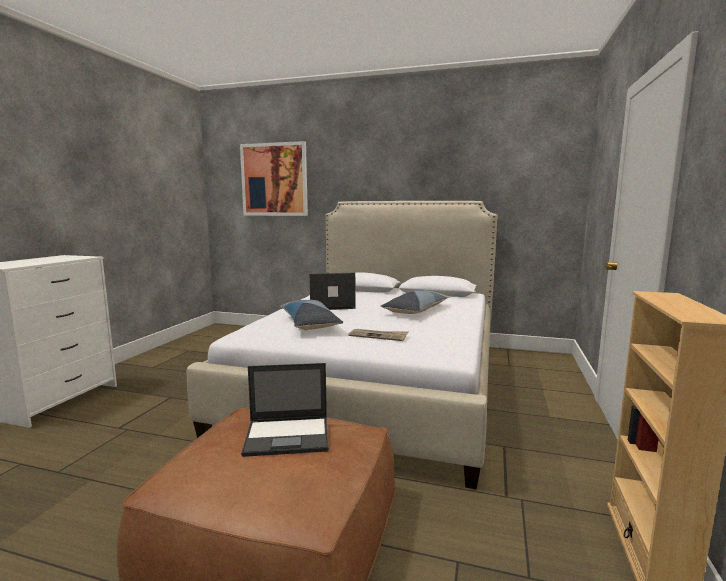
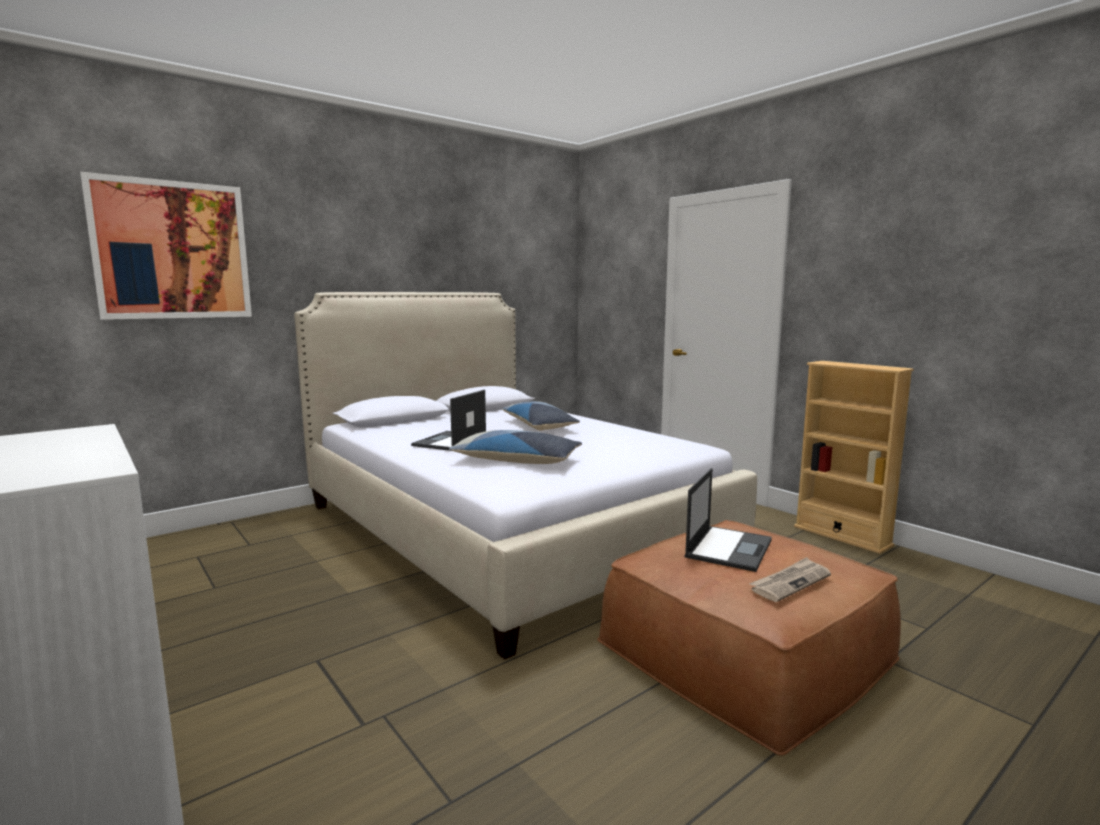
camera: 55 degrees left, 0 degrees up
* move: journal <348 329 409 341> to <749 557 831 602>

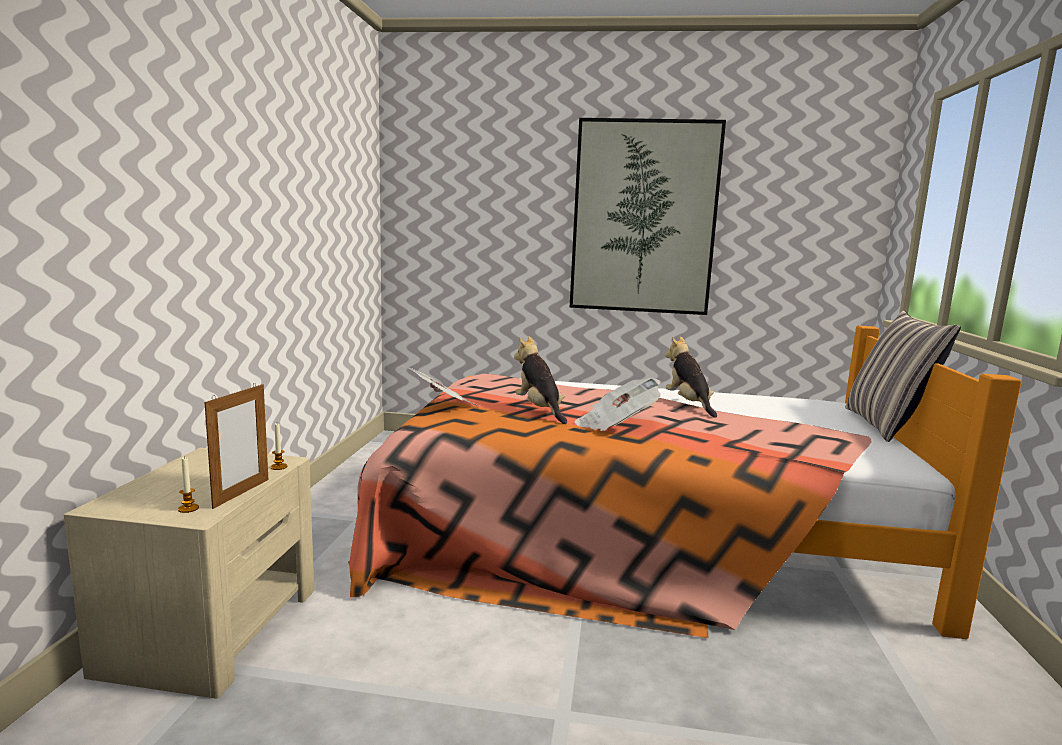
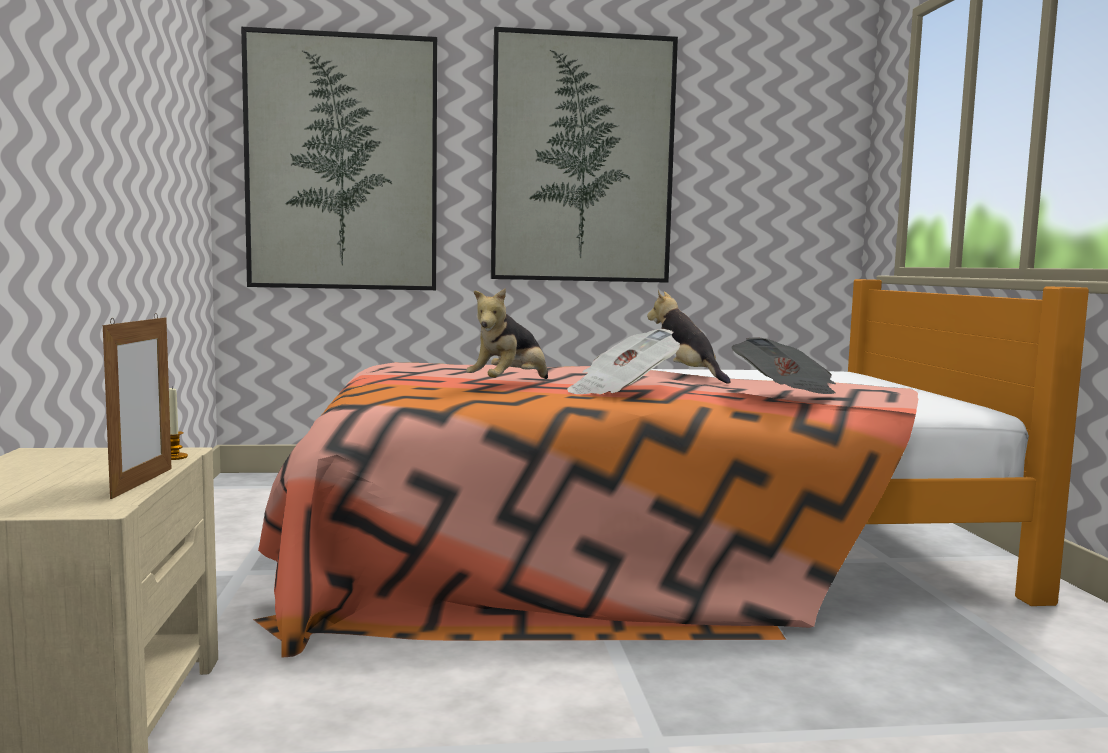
camera: 15 degrees left, 5 degrees down
* delete: bougie <178 456 199 513>
* move: journal <401 365 479 406> to <732 338 836 394>
* rotate: peluche <514 336 567 424> = <466 288 548 379> 105 degrees counterclockwise
* delete: coussin <845 310 961 442>
* insert: tableau <241 27 437 290>

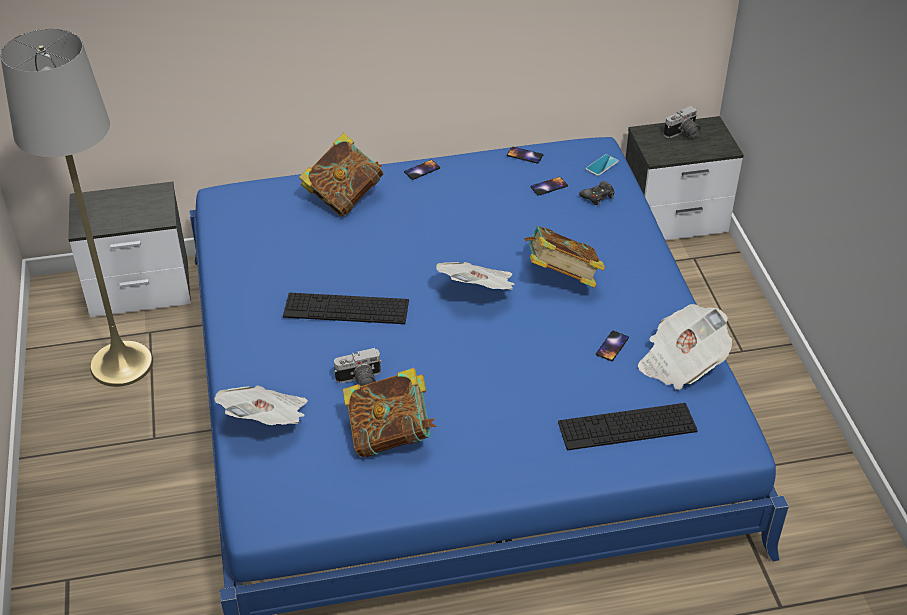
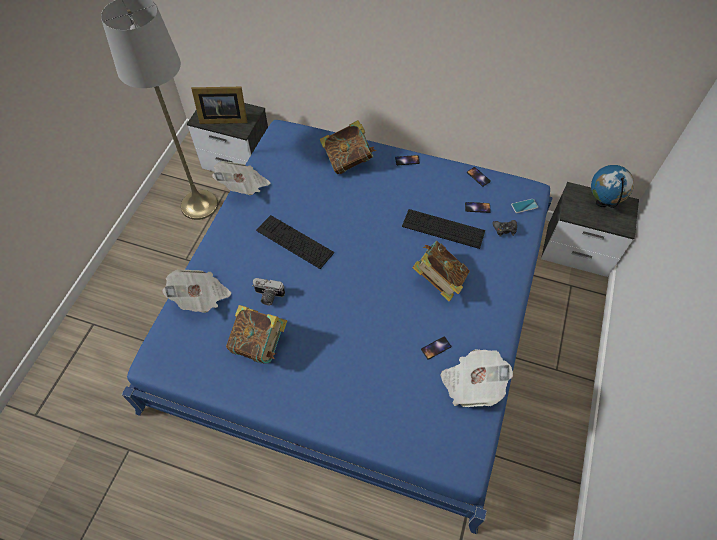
camera: 30 degrees right, 15 degrees up
* move: journal <436 262 514 290> to <212 161 270 195>
* move: clavier <558 403 698 450> to <402 209 485 249>
* replace: appareil photo <664 106 701 138> to globe <591 165 634 208>
* insert: cadre photo <191 87 247 124>

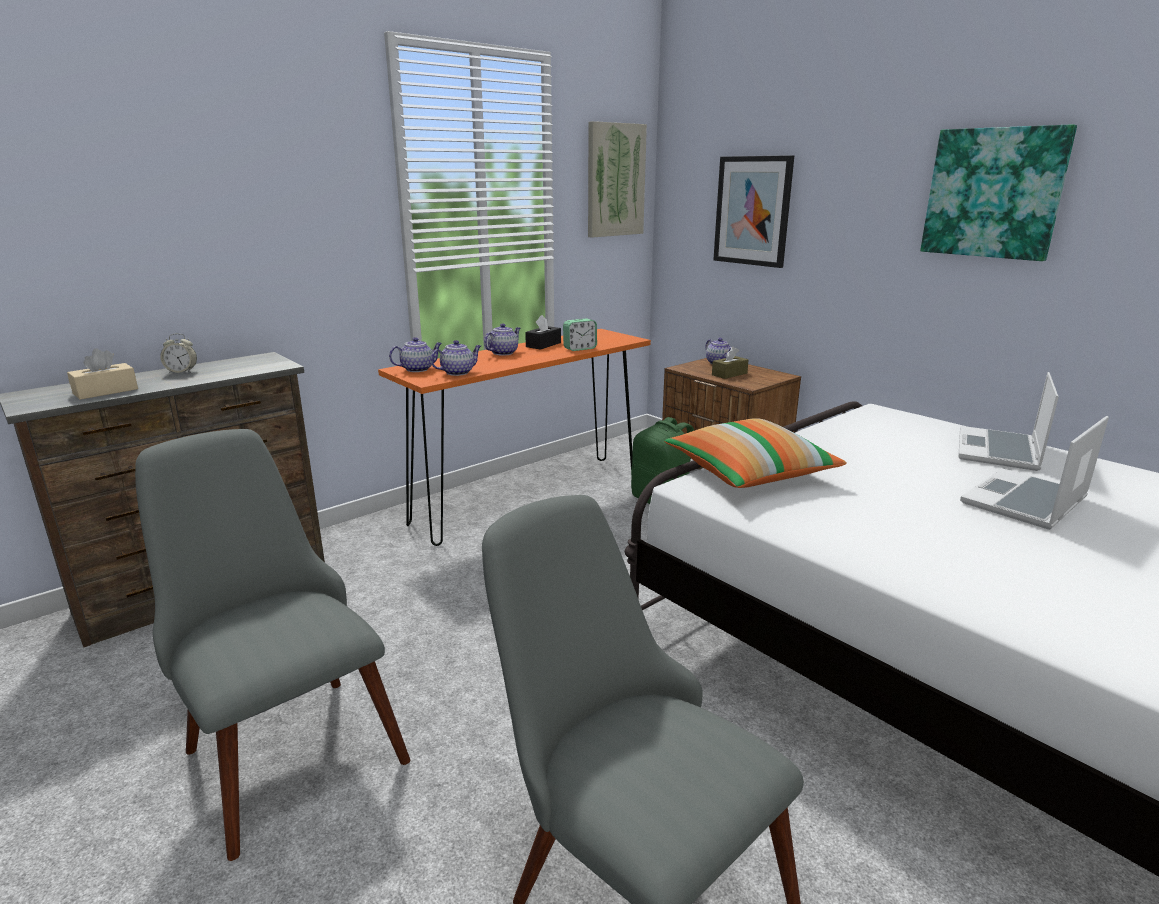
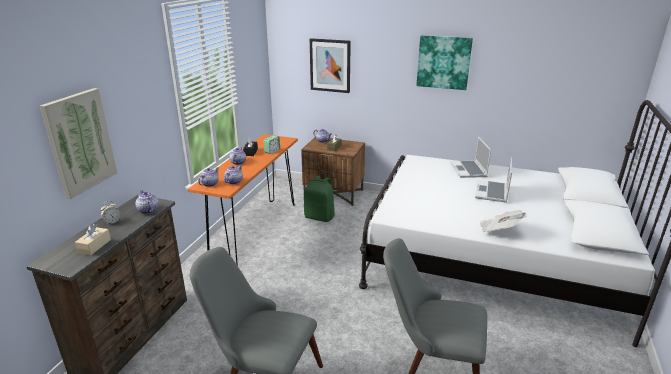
camera: 30 degrees left, 5 degrees up
* move: tableau <588 121 647 238> to <40 88 117 199>
* delete: coussin <664 418 847 488>
* insert: théière <136 190 159 214>
* insert: journal <480 210 527 232>

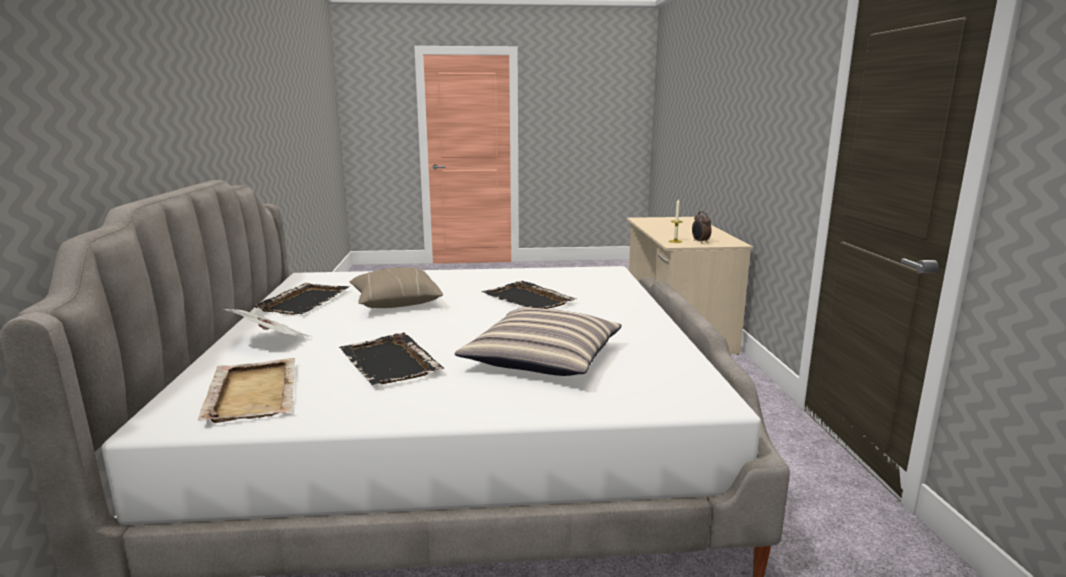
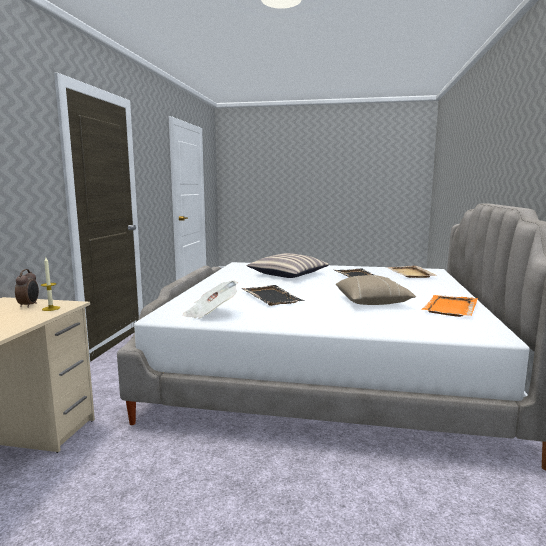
camera: 165 degrees left, 5 degrees down
* move: journal <223 309 310 337> to <183 281 238 319>
* recolor: plateau [noir] <253 283 349 315> to plateau [orange] <421 295 478 317>

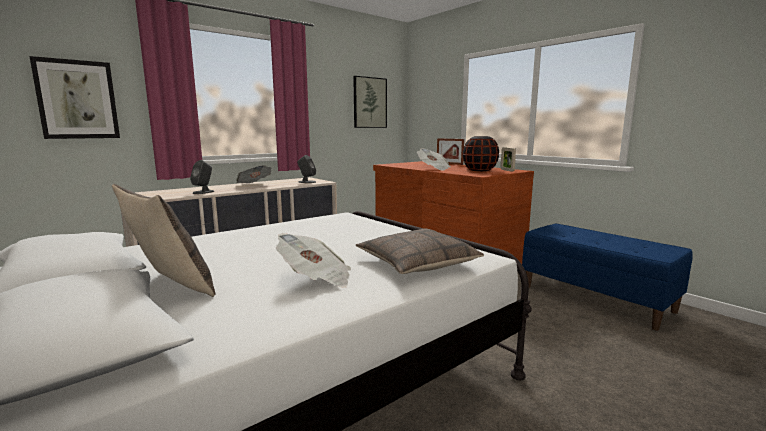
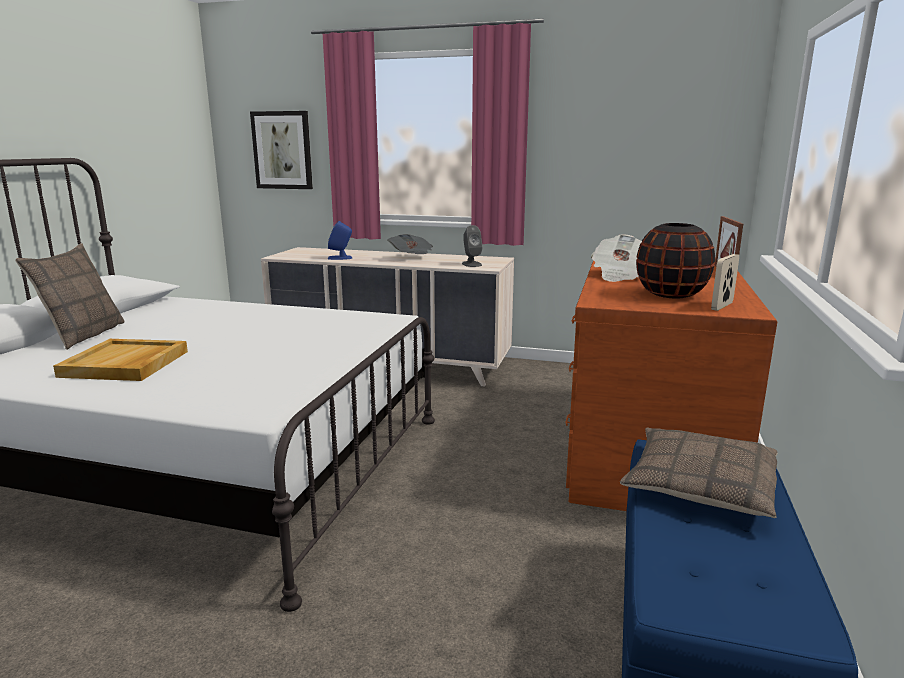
camera: 55 degrees right, 5 degrees up
* recolor: enceinte [gris] <190 160 215 194> to enceinte [bleu] <328 221 352 260>
* replace: journal <276 233 351 288> to plateau [beige] <53 339 188 381>
* delete: tableau <353 76 387 128>
* move: coussin <356 229 484 274> to <620 427 778 518>

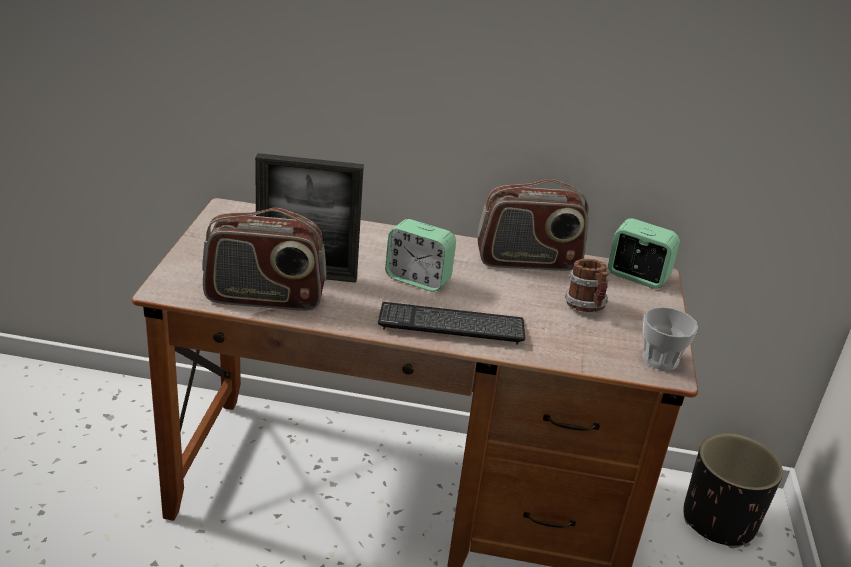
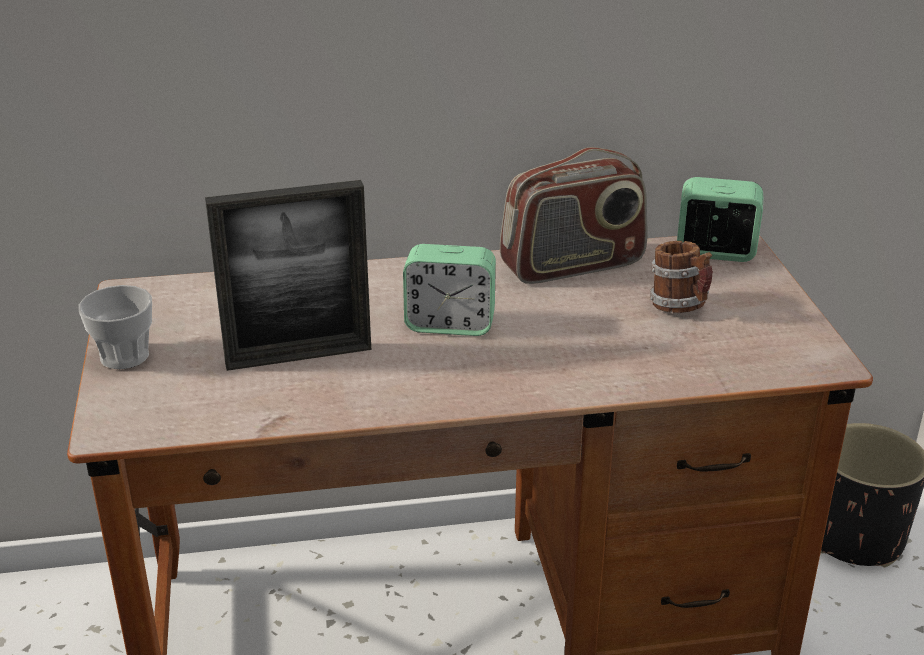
camera: 15 degrees left, 0 degrees up
* delete: radio <202 208 327 310>
* delete: clavier <378 302 525 345>
* move: tasse <643 307 698 370> to <79 285 152 369>

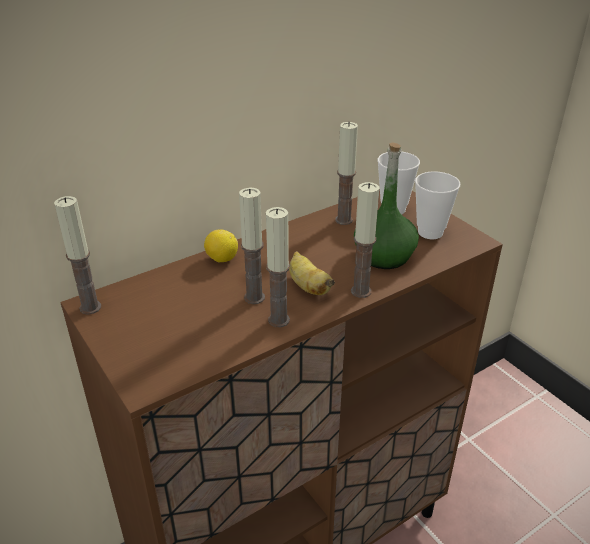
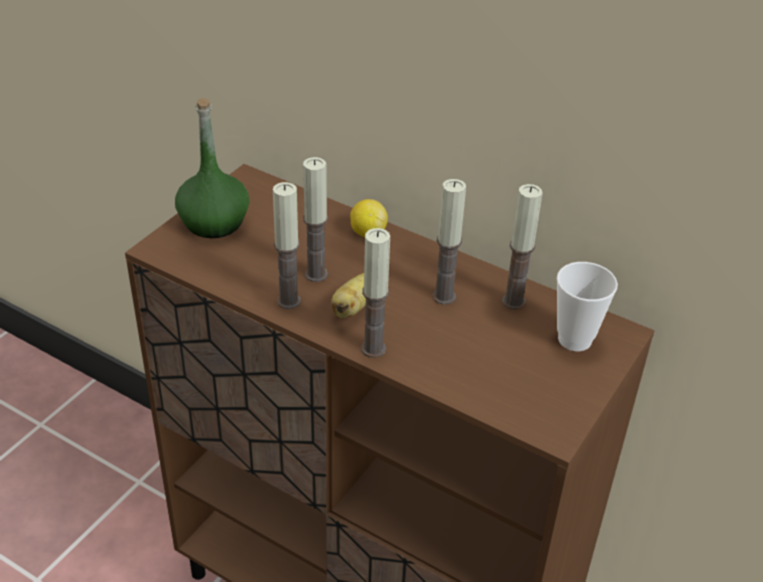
camera: 65 degrees right, 5 degrees up
* move: bougie <54 196 101 315> to <432 179 466 305>
* move: bouteille [vert] <354 142 419 269> to <175 98 249 238>
* delete: tasse <415 172 461 239>

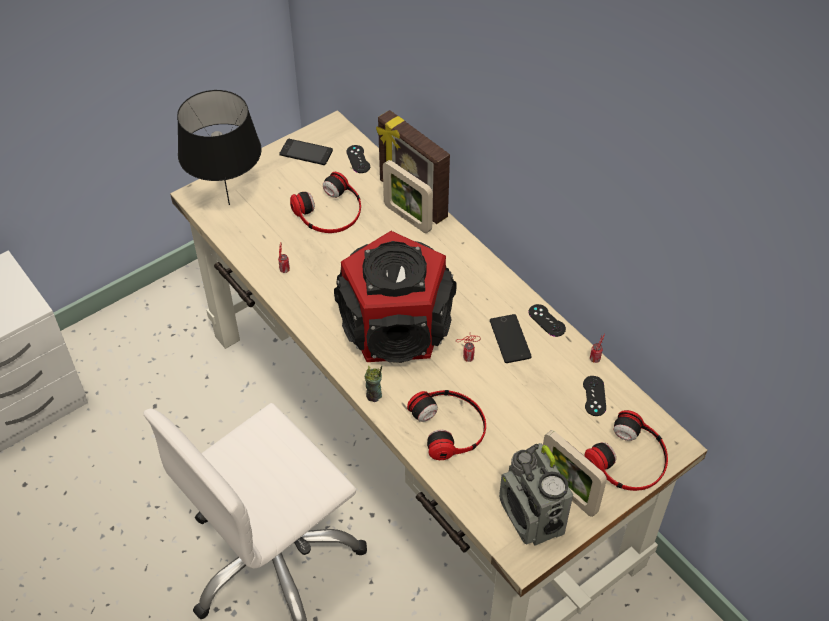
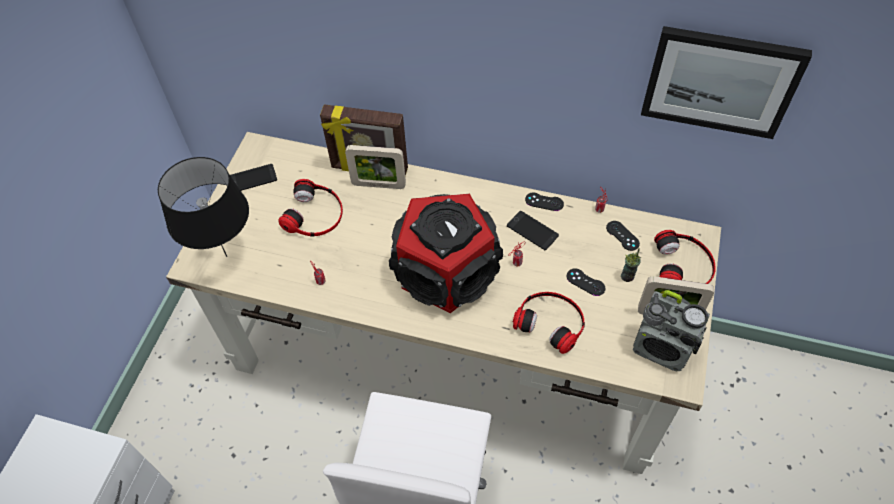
camera: 35 degrees left, 5 degrees up
* move: manette [noir] <346 145 370 173> to <567 268 606 296>
* move: tasse <365 366 382 402> to <621 248 642 282>
* insert: tableau <641 26 812 139>

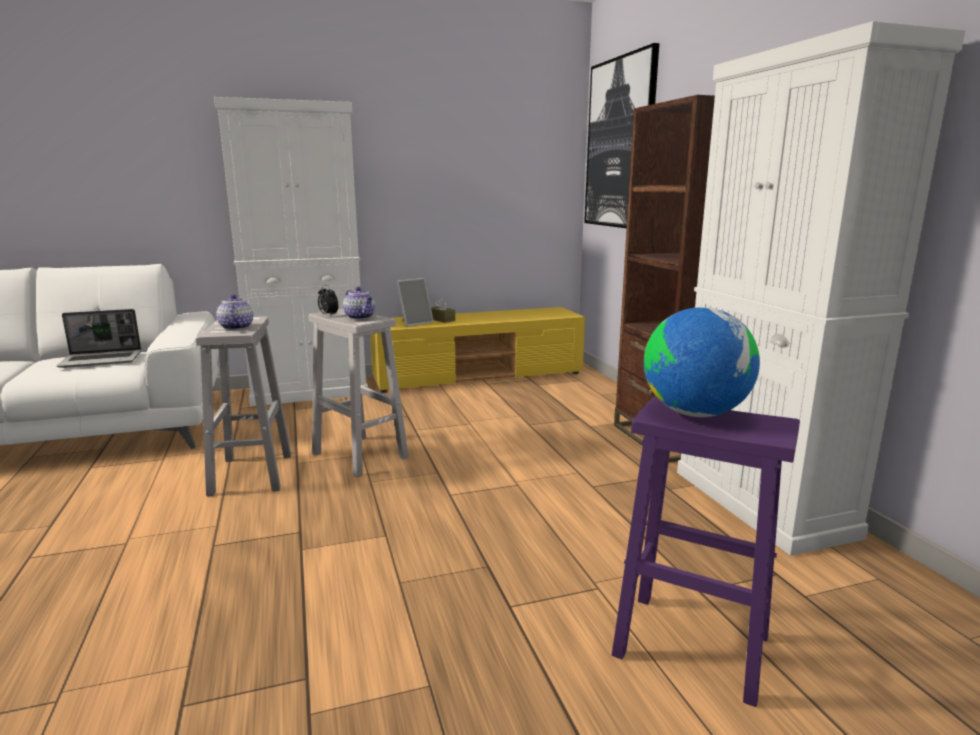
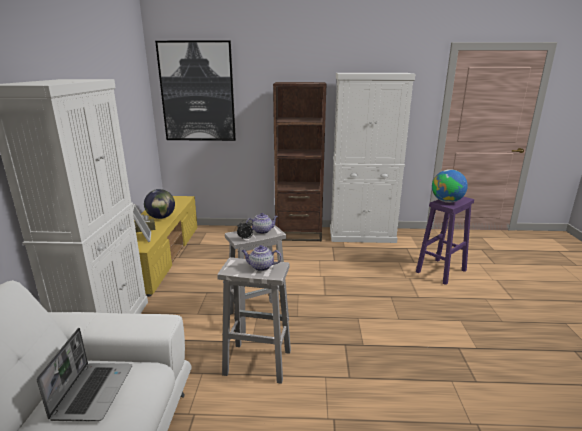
camera: 70 degrees left, 5 degrees up
* insert: globe <144 189 175 219>

